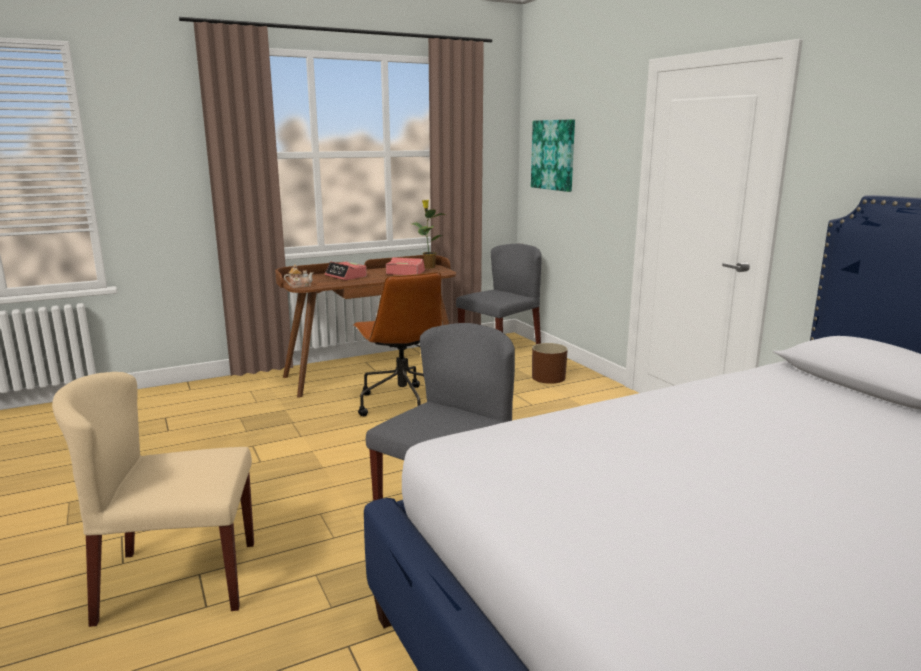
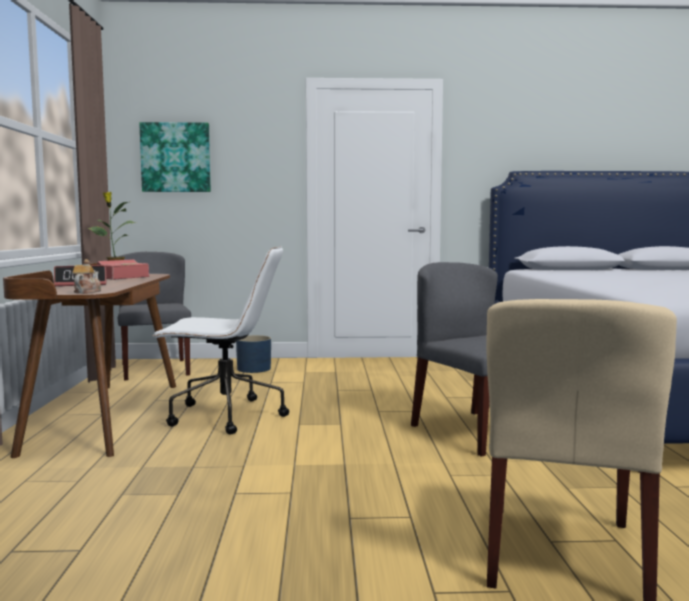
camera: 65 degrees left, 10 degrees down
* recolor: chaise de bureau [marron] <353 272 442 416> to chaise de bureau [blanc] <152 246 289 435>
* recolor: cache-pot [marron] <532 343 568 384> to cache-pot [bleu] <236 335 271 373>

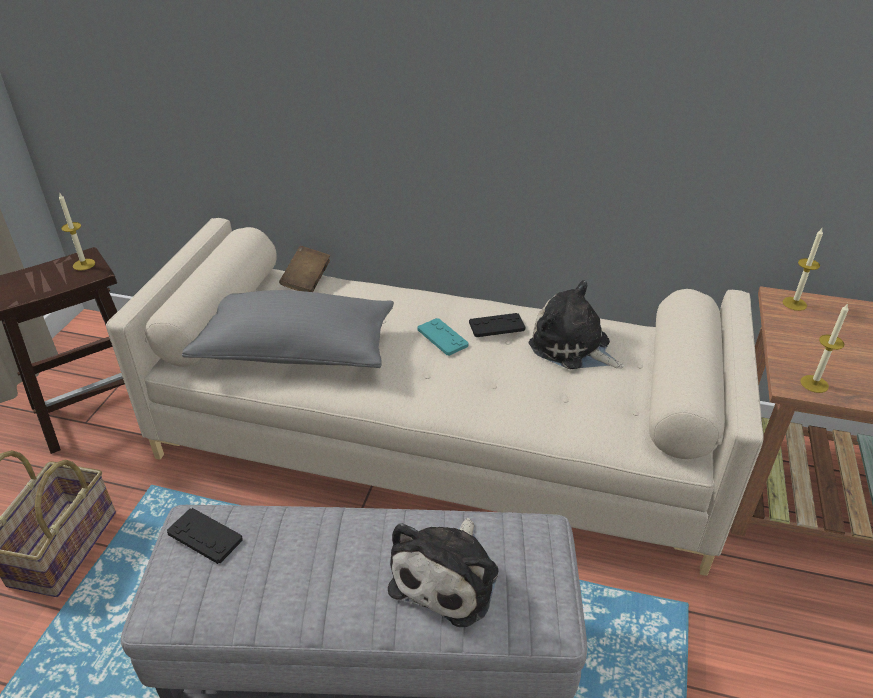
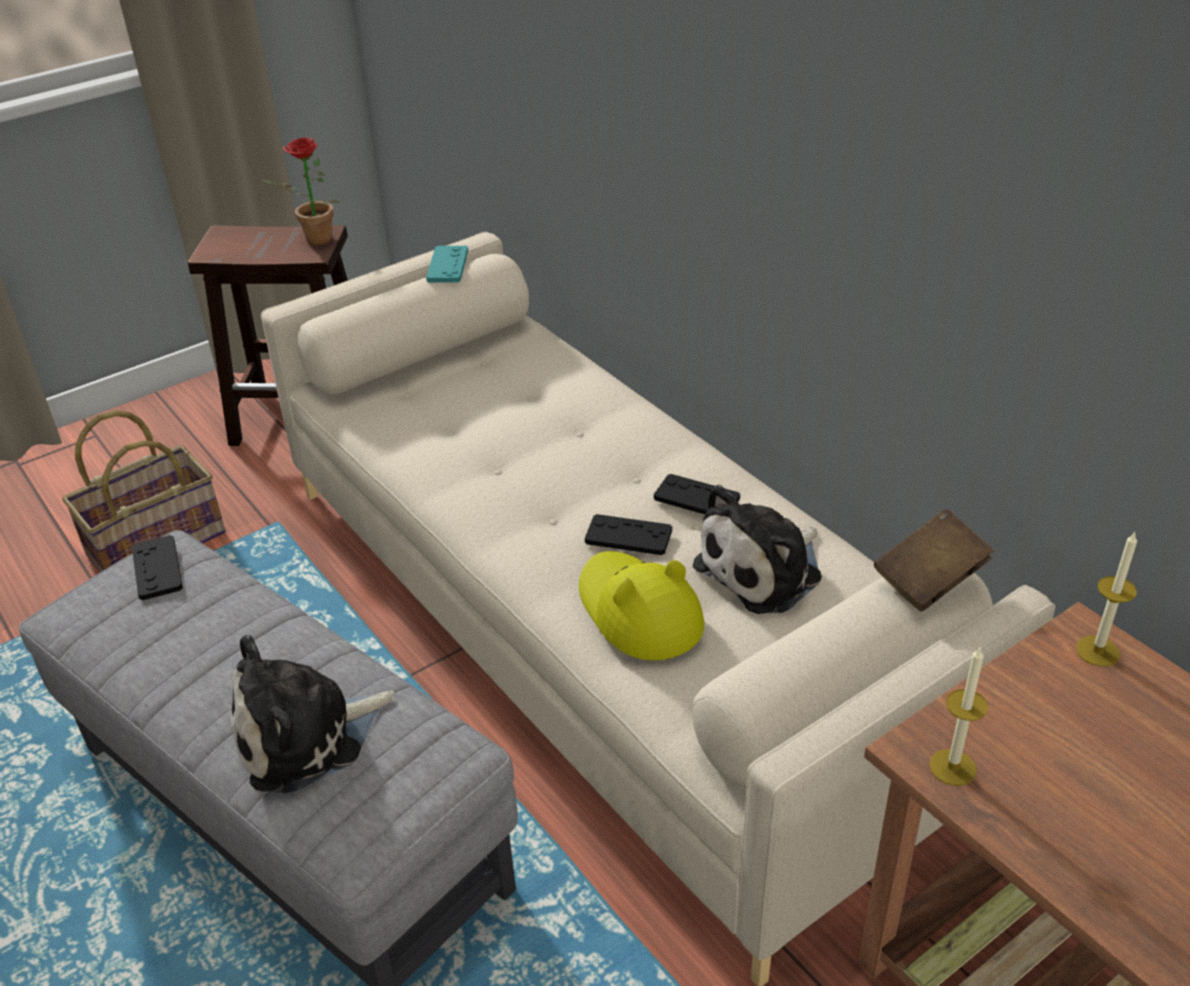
camera: 40 degrees right, 0 degrees up
* replace: bougie <59 192 95 271> to plante en pot <262 137 339 245>
* delete: coussin [gris] <182 290 394 368>
* move: livre [marron] <279 246 330 292> to <874 509 994 612>
* move: manette [turquoise] <418 318 469 356> to <426 246 468 283>
* rotate: peluche <529 280 624 369> = <693 485 822 614> 120 degrees counterclockwise
* insert: chapeau [jaune] <579 551 705 660>
* insert: manette [noir] <585 514 672 555>

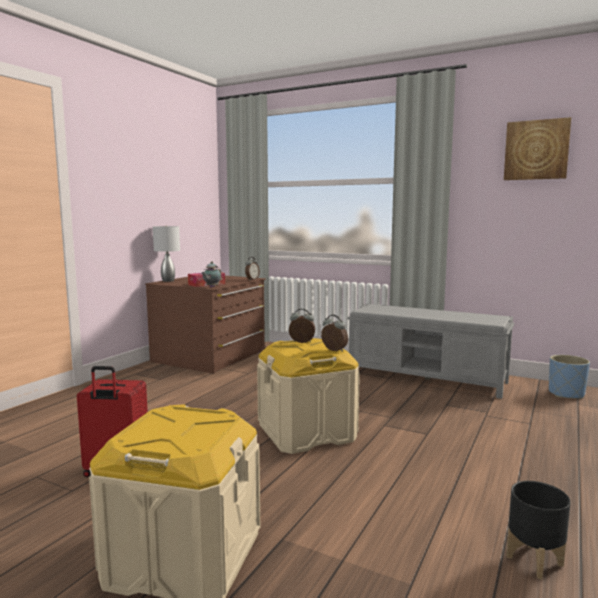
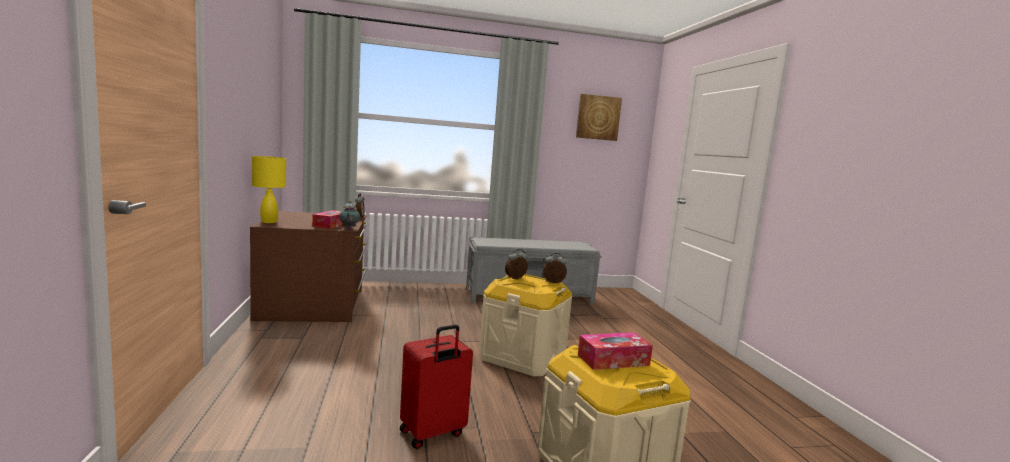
camera: 40 degrees left, 0 degrees up
* recolor: lampe de table [gris] <153 226 180 282> to lampe de table [jaune] <252 156 286 223>
* delete: cache-pot [noir] <506 481 571 579>
* delete: cache-pot [bleu] <549 355 590 399>
* insert: boîte à mouchoirs <578 332 653 370>

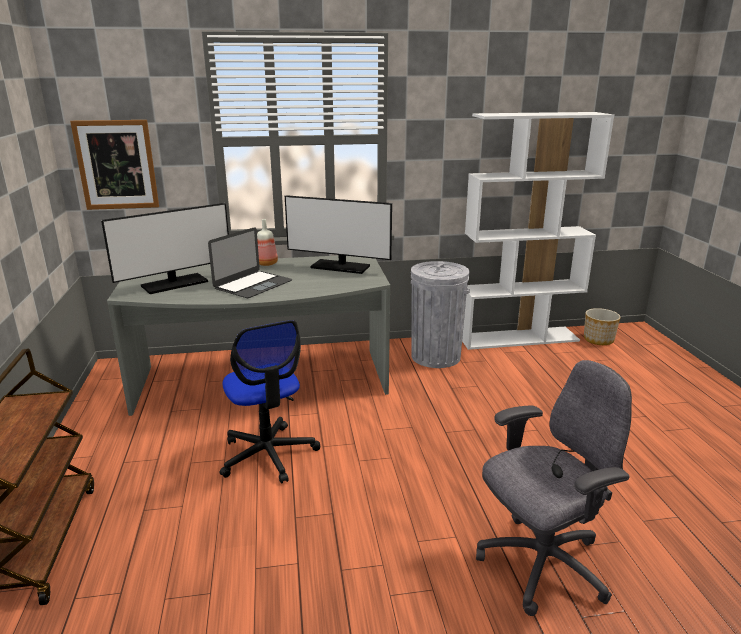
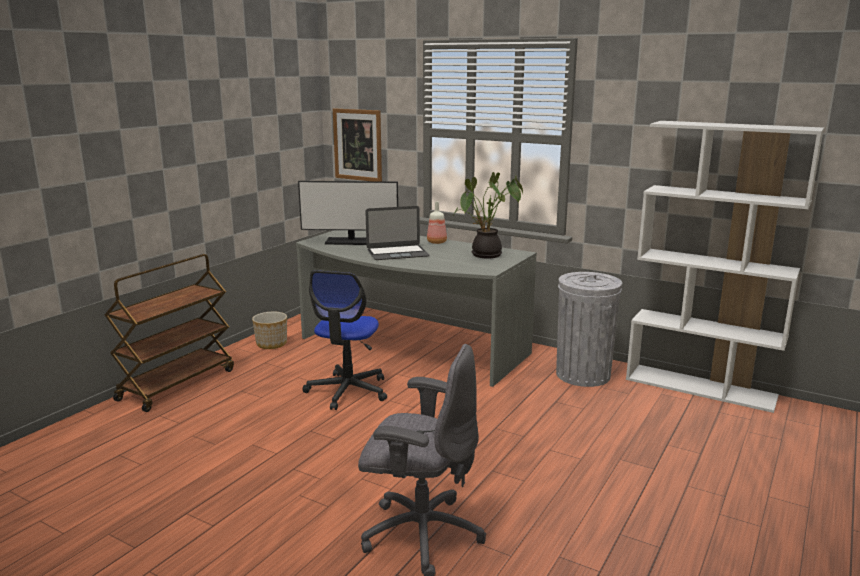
camera: 40 degrees right, 5 degrees down
* replace: écran d'ordinateur <285 195 392 274> to plante en pot <454 172 523 258>
* move: cache-pot <584 308 621 345> to <252 312 287 349>

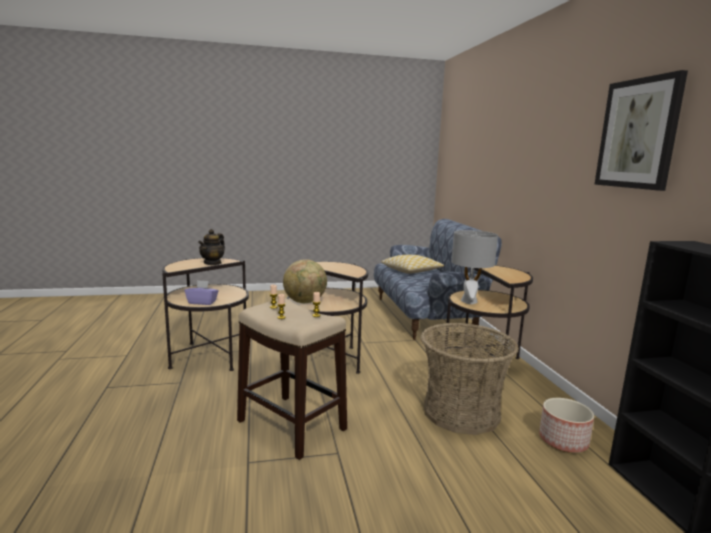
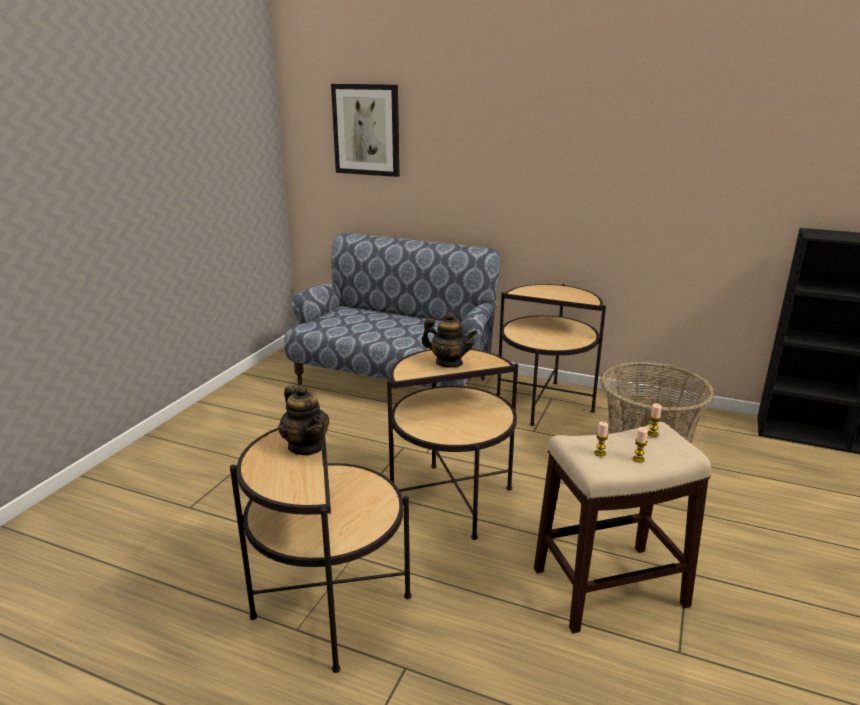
camera: 55 degrees left, 10 degrees up
* delete: boîte à mouchoirs [violet] <185 280 219 305>
* delete: globe <283 259 327 303>
* delete: coussin <381 255 444 274>
* delete: lampe de table [gris] <452 230 498 304>
* delete: cache-pot <539 398 594 453>
* move: tableau <595 70 688 191> to <331 84 400 177>
* insert: théière <421 312 478 368>

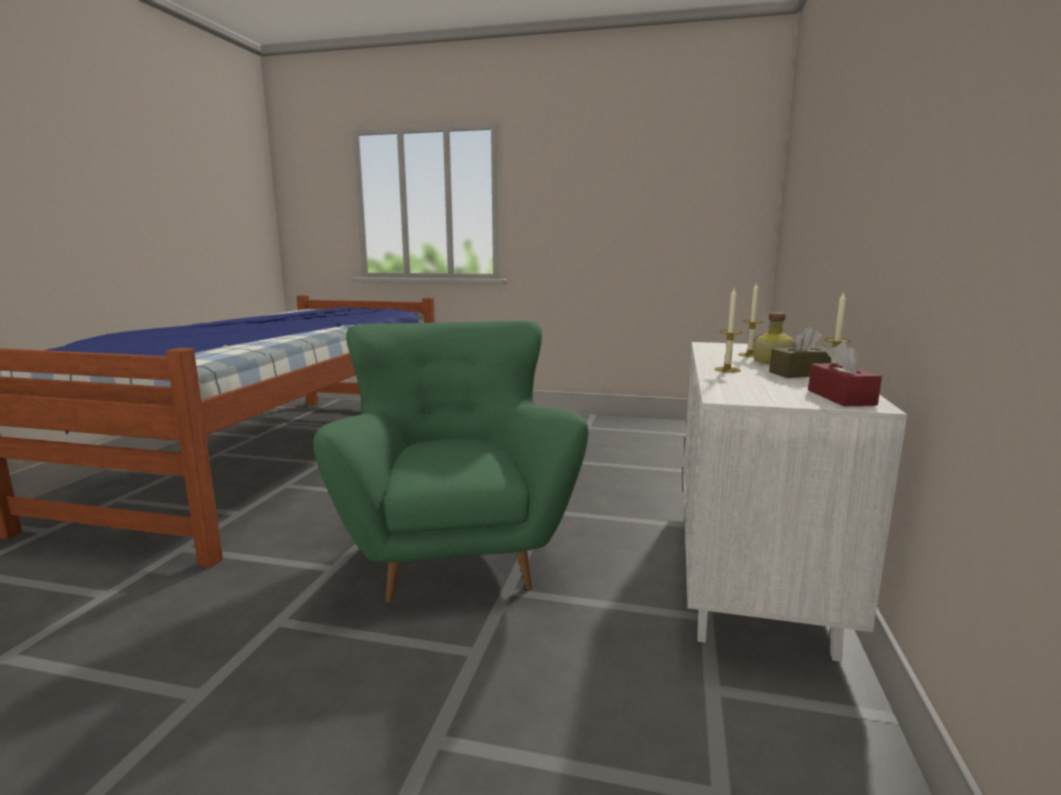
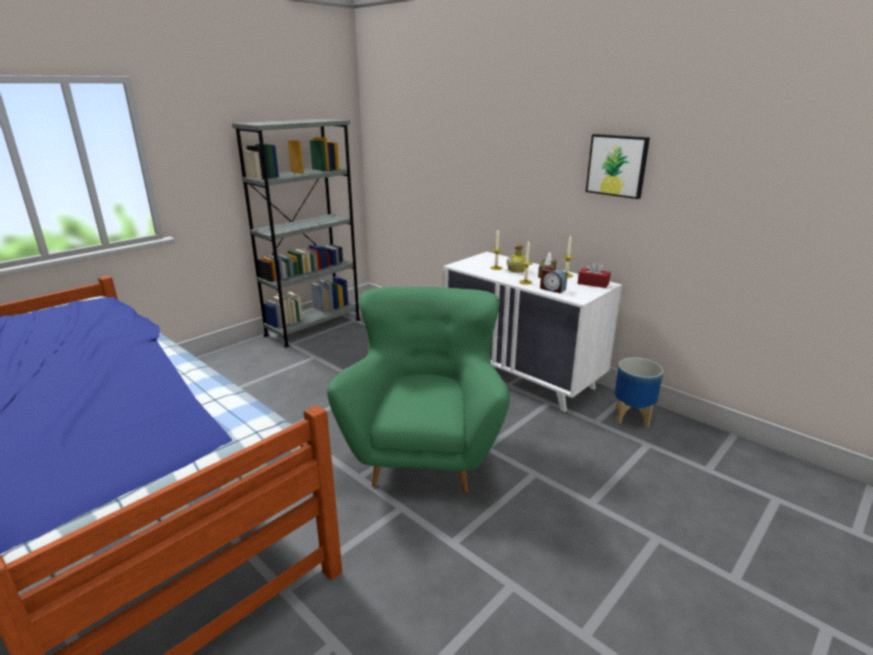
camera: 60 degrees left, 10 degrees up
* rotate: fauteuil [vert] <313 321 589 603> = <327 287 510 493> 75 degrees clockwise
* insert: bibliothèque [gris] <232 119 361 347>
* insert: réveil <540 266 567 293>
* insert: tableau <586 134 650 199>
* insert: cache-pot <614 357 663 428>

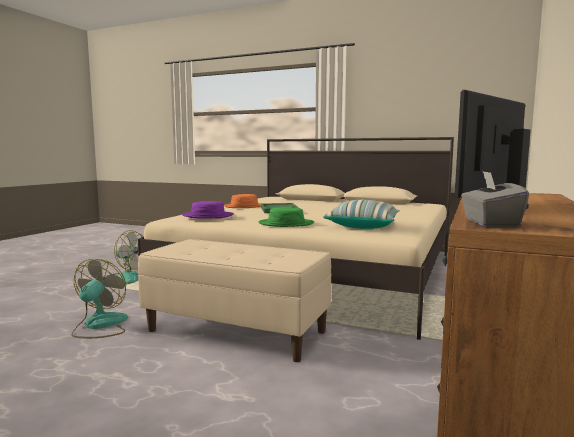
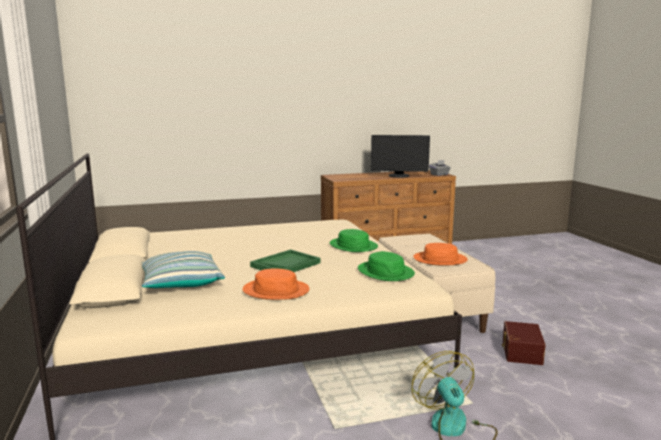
camera: 130 degrees left, 5 degrees up
* replace: ventilateur <71 259 128 338> to boîte de rangement [marron] <502 321 545 365>
* recolor: chapeau [violet] <182 201 234 219> to chapeau [vert] <358 251 415 281>
* move: coussin <323 200 400 229> to <142 251 225 288>
* insert: chapeau [orange] <413 243 468 265>

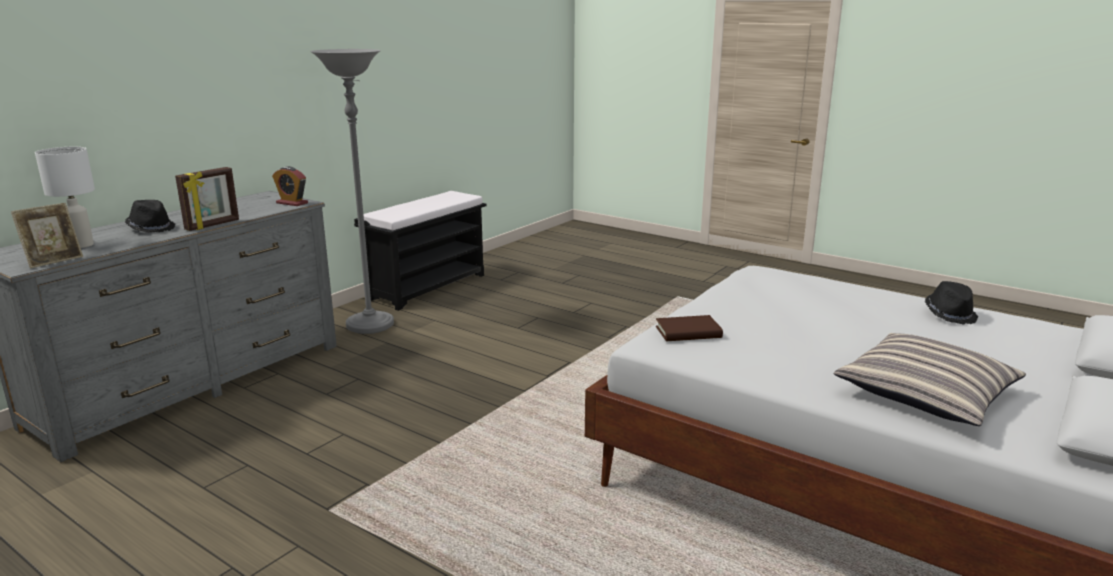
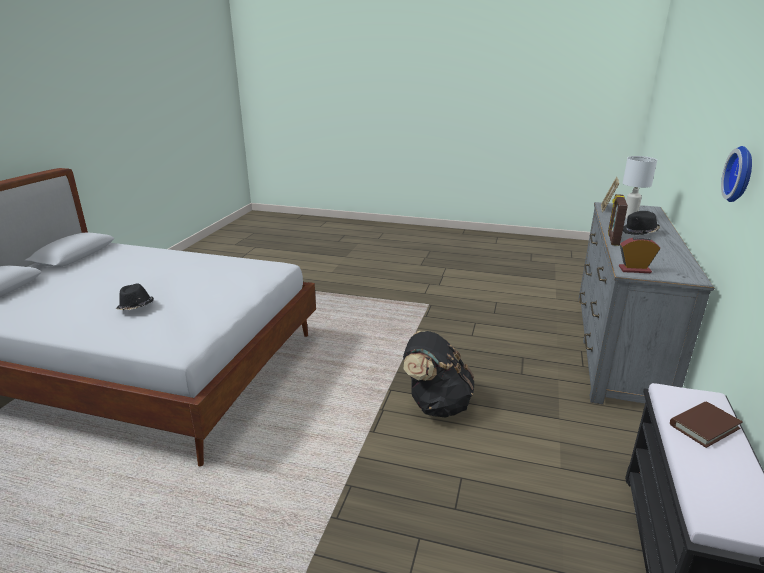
camera: 160 degrees right, 5 degrees up
* delete: lampadaire [gris] <310 49 394 334>
* move: livre [marron] <656 315 723 341> to <670 401 743 448>
* delete: coussin <834 333 1026 426>
* move: chapeau [noir] <925 281 978 325> to <116 283 154 310>
* insert: sac à dos [noir] <403 331 475 417>
* insert: horloge murale <721 146 752 202>

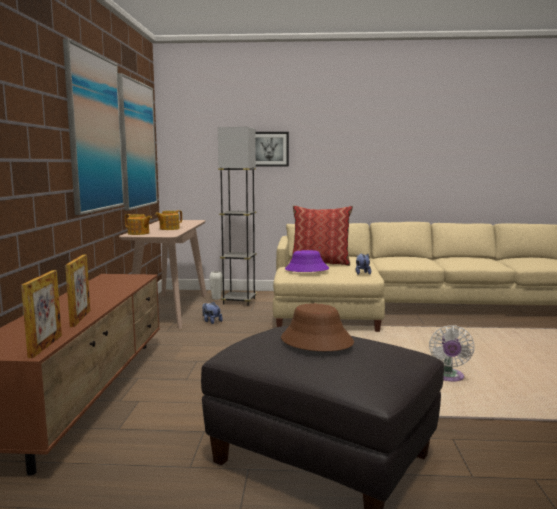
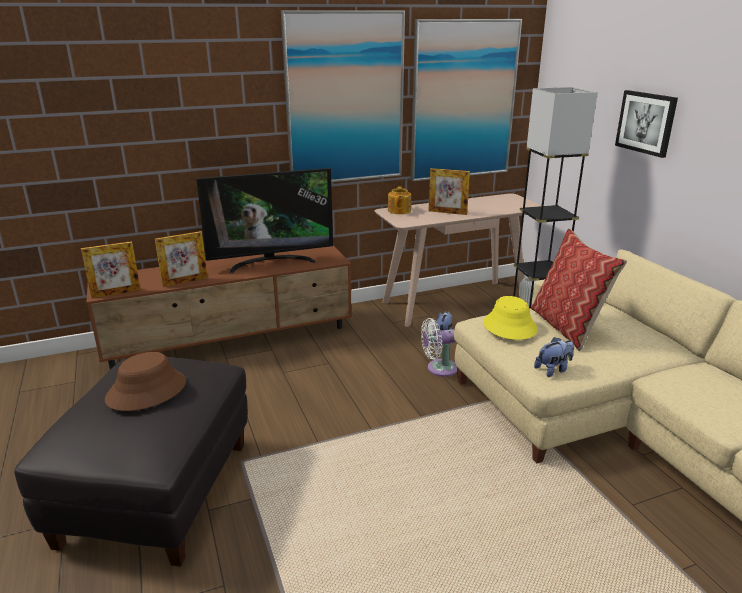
camera: 65 degrees right, 15 degrees up
* replace: théière <155 210 182 230> to cadre photo <429 168 470 215>
* recolor: chapeau [violet] <285 250 329 272> to chapeau [jaune] <483 296 538 340>
* move: ventilateur [blanc] <429 325 474 381> to <421 318 457 377>
* insert: téléviseur <196 168 333 273>

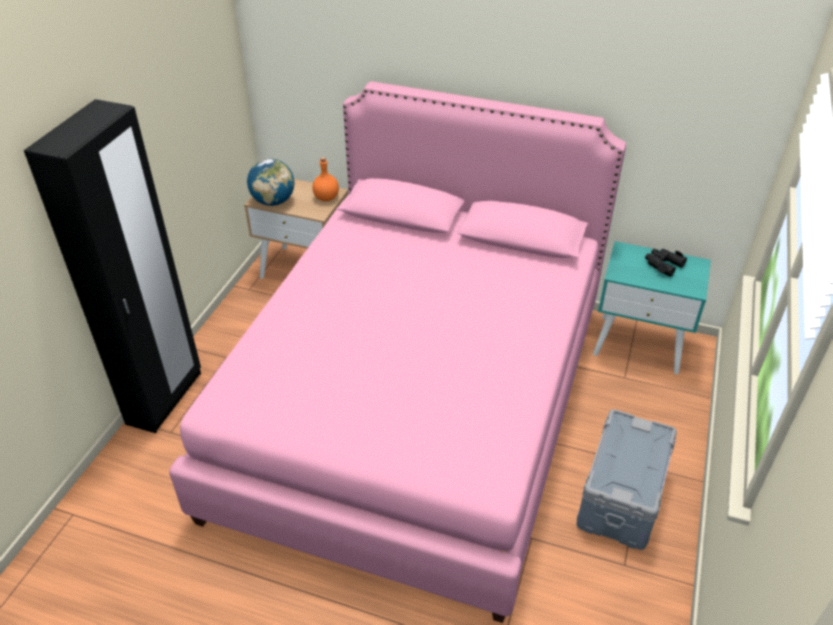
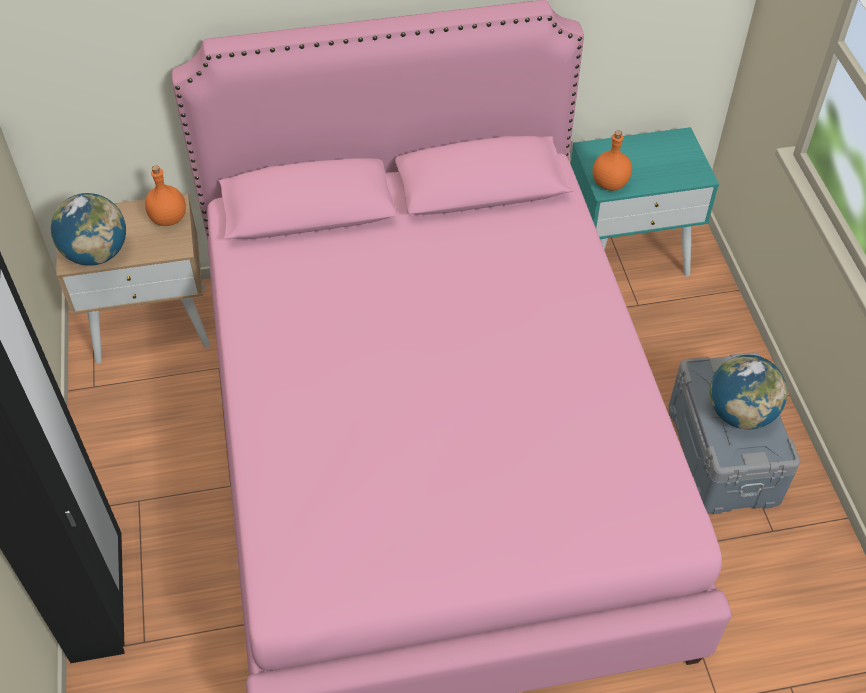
camera: 30 degrees left, 10 degrees up
* delete: jumelles [noir] <645 248 687 277>
* insert: bouteille [orange] <593 130 632 191>
* insert: globe <710 355 787 429>

